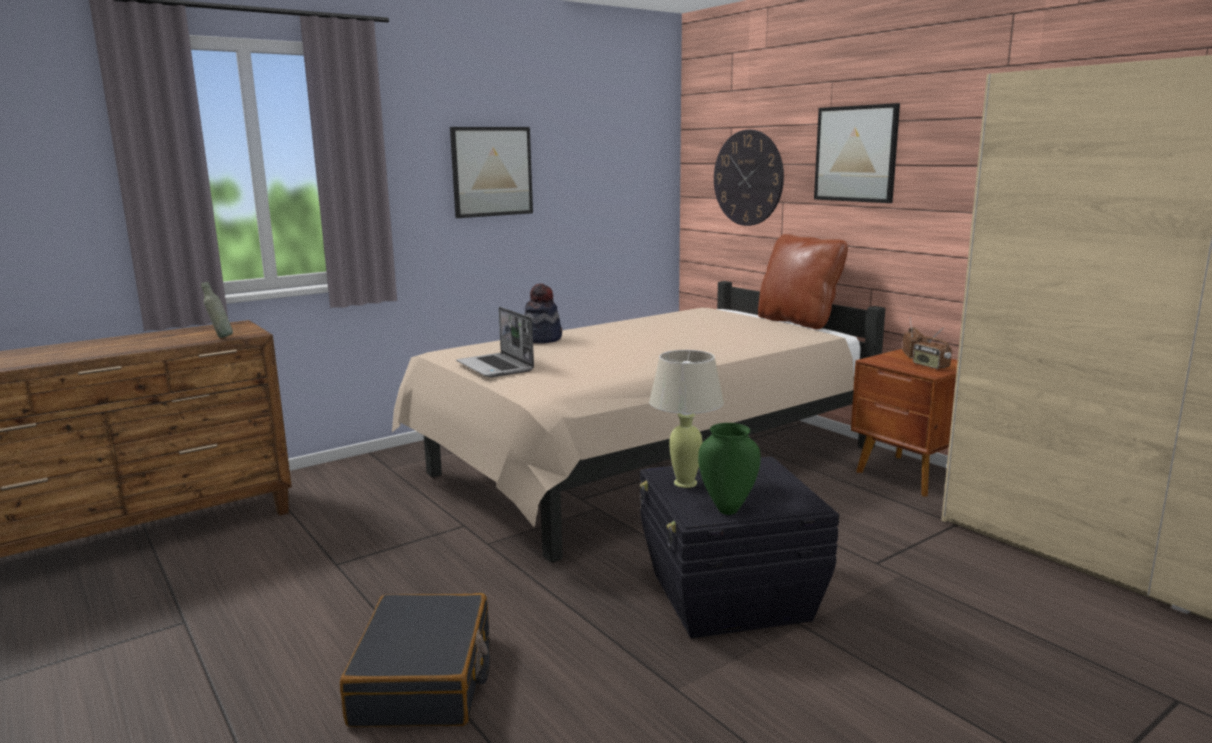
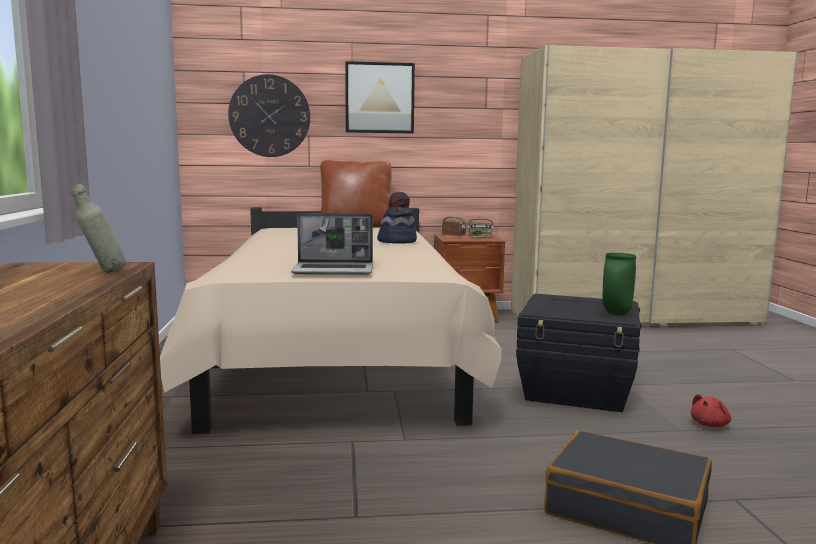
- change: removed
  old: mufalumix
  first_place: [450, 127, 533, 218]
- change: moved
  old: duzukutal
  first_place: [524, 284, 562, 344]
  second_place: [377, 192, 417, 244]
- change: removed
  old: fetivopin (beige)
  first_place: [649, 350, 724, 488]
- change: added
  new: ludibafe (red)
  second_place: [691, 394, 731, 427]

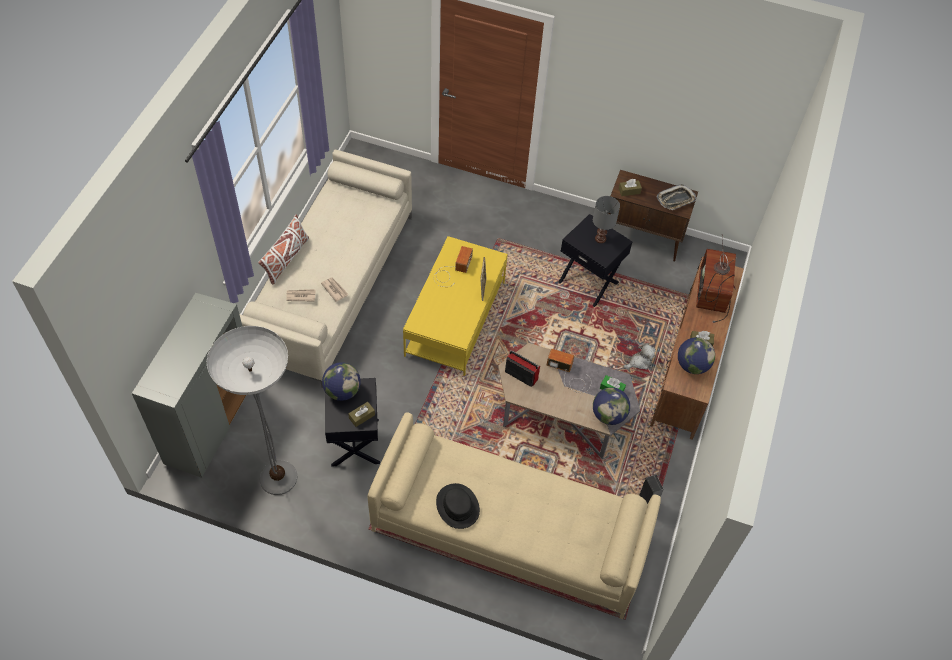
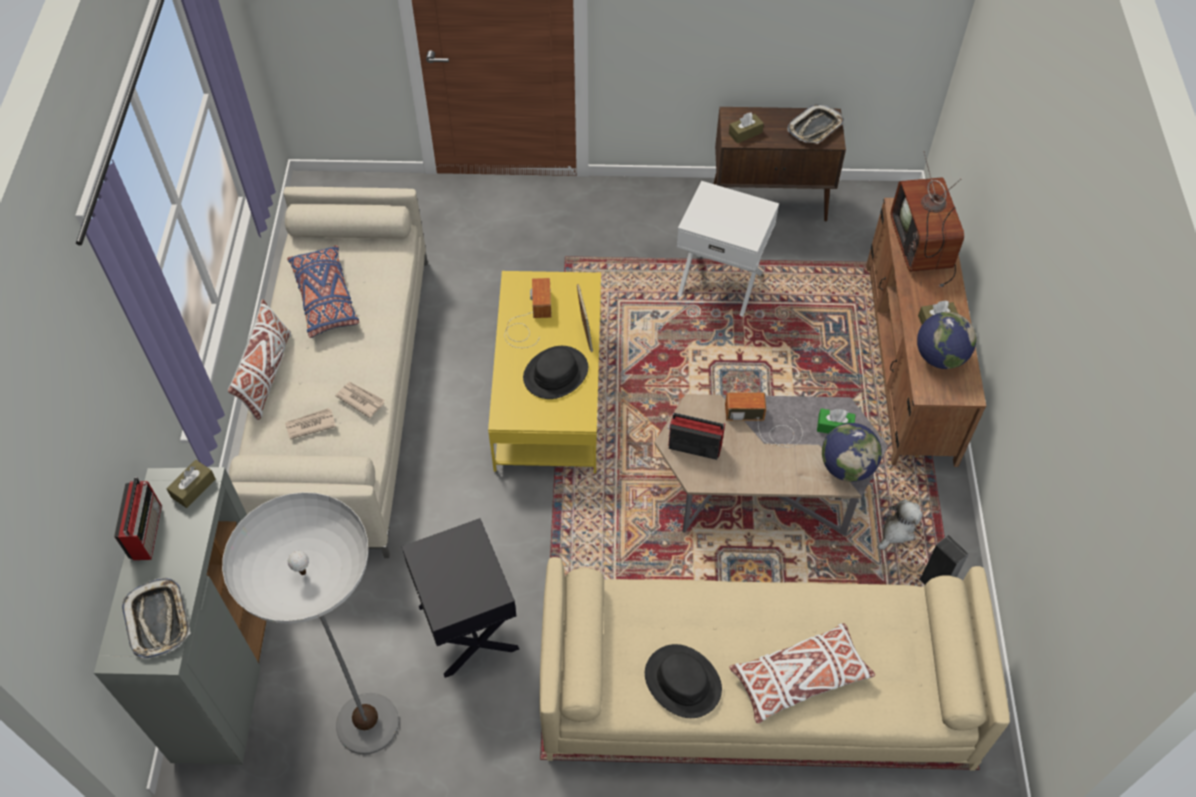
- change: removed
  old: fetivopin (grey)
  first_place: [593, 196, 620, 243]
- change: recoloured
  old: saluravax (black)
  new: saluravax (white)
  first_place: [558, 214, 632, 307]
  second_place: [677, 181, 779, 317]
- change: moved
  old: ludibafe
  first_place: [623, 343, 656, 369]
  second_place: [877, 499, 923, 550]
- change: removed
  old: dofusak
  first_place: [322, 362, 361, 401]
- change: moved
  old: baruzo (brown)
  first_place: [348, 402, 375, 427]
  second_place: [166, 460, 216, 508]
- change: added
  new: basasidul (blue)
  second_place: [287, 245, 359, 338]
- change: added
  new: duzukutal (black)
  second_place: [523, 346, 588, 399]
- change: added
  new: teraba
  second_place: [114, 477, 162, 560]
- change: added
  new: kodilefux
  second_place: [122, 578, 190, 659]
- change: added
  new: basasidul (white)
  second_place: [729, 623, 875, 724]

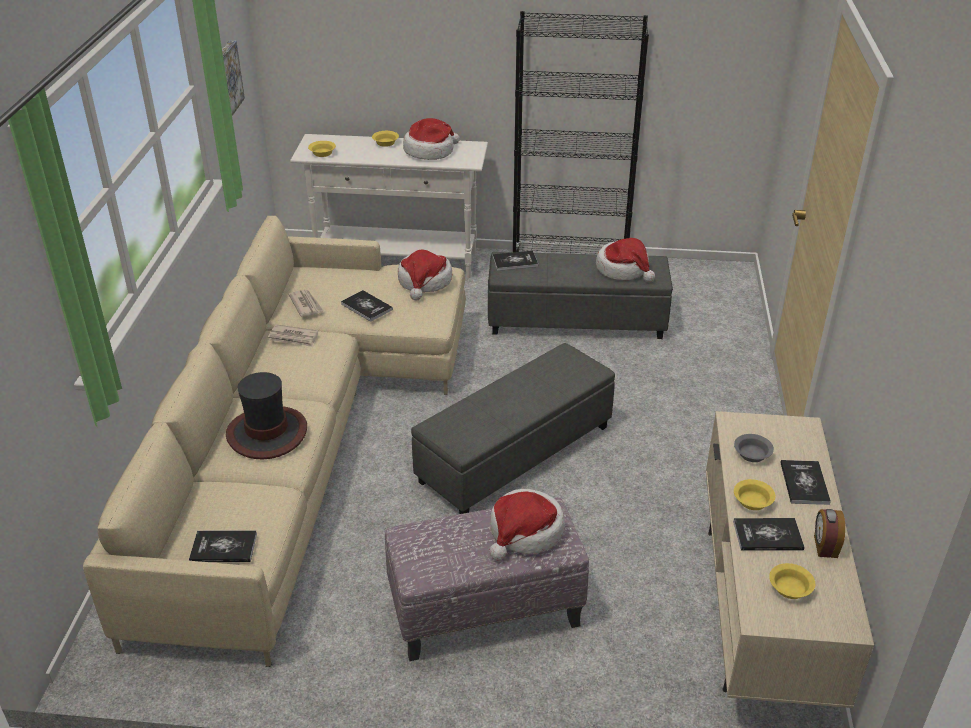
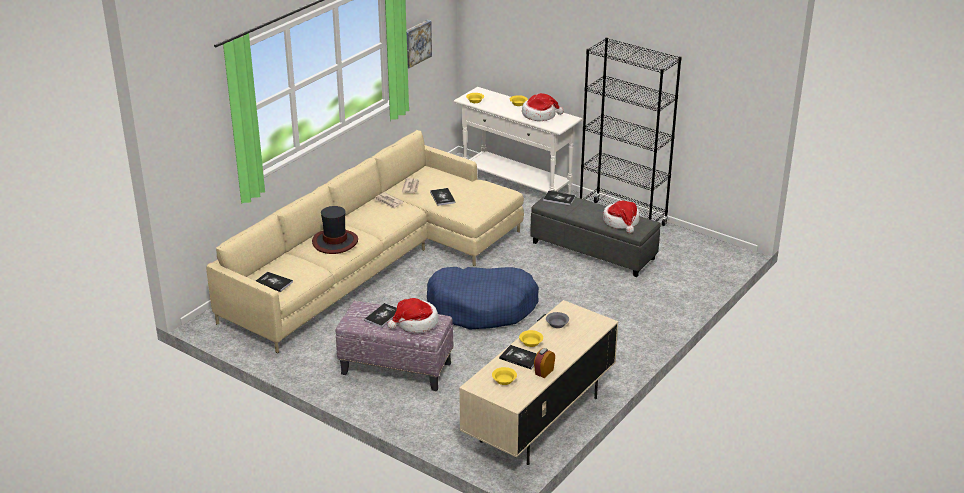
- change: removed
  old: duzukutal
  first_place: [398, 250, 452, 301]
- change: replaced
  old: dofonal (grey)
  new: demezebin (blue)
  first_place: [411, 343, 615, 514]
  second_place: [427, 267, 539, 330]
- change: moved
  old: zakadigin
  first_place: [780, 460, 831, 505]
  second_place: [364, 303, 397, 328]

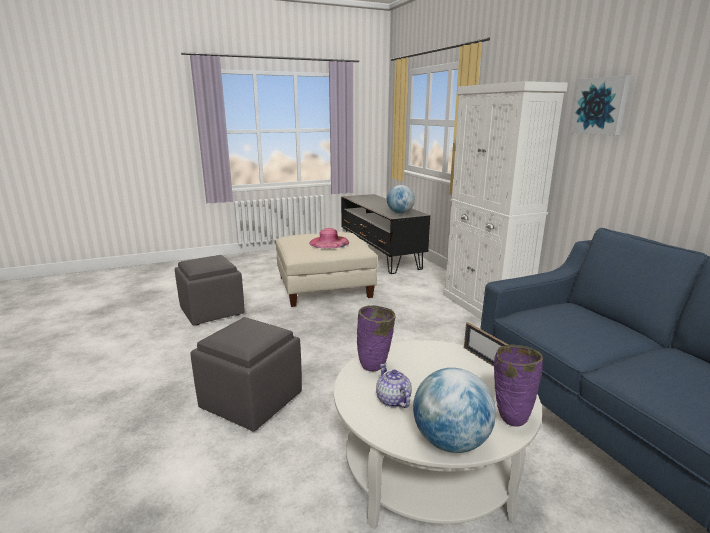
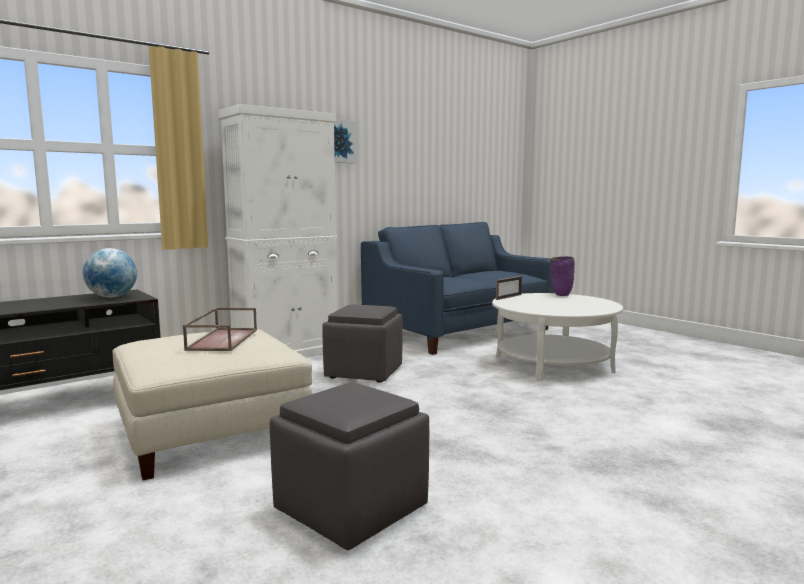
- change: replaced
  old: duzukutal (pink)
  new: kodilefux (brown)
  first_place: [309, 228, 349, 248]
  second_place: [183, 308, 257, 351]
- change: removed
  old: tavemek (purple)
  first_place: [357, 305, 396, 371]
- change: moved
  old: dofonal (grey)
  first_place: [191, 317, 302, 432]
  second_place: [322, 304, 403, 382]
- change: removed
  old: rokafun
  first_place: [376, 364, 412, 408]
- change: removed
  old: dofusak
  first_place: [413, 368, 496, 453]

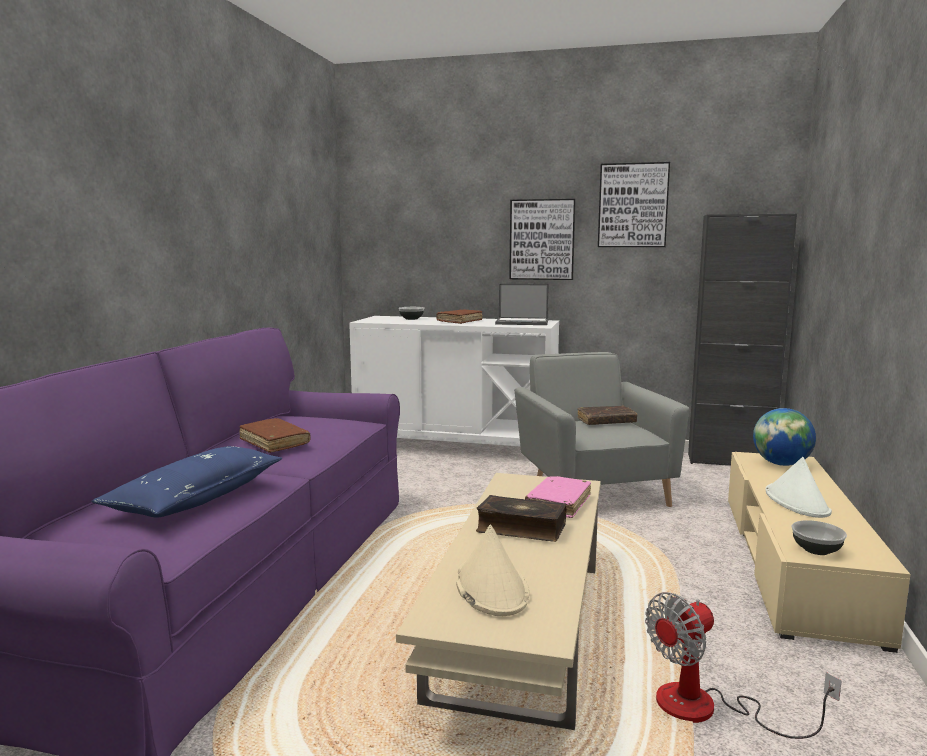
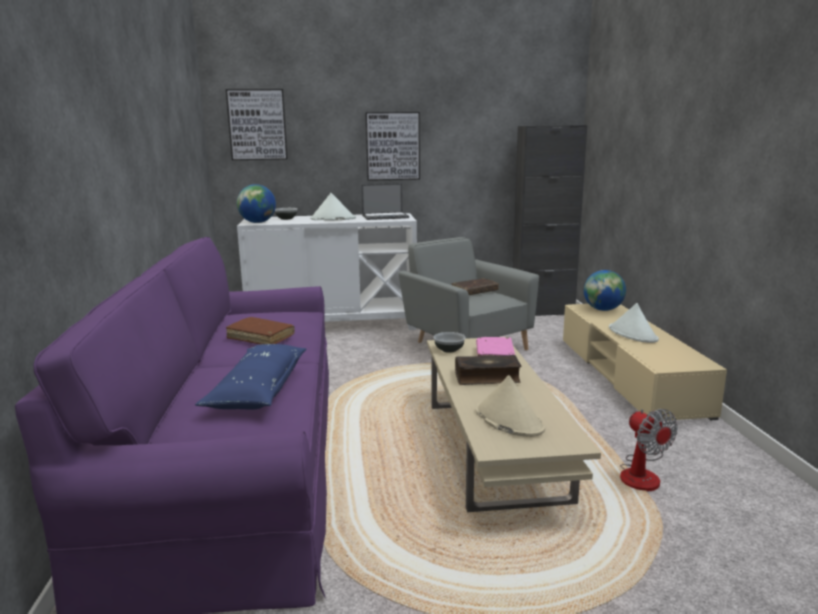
- change: moved
  old: mufalumix
  first_place: [598, 162, 670, 247]
  second_place: [226, 89, 288, 160]
- change: replaced
  old: zakadigin (brown)
  new: duzukutal (white)
  first_place: [436, 310, 482, 324]
  second_place: [310, 193, 356, 220]
- change: moved
  old: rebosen
  first_place: [791, 520, 847, 555]
  second_place: [433, 332, 466, 353]
- change: turned
  old: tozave
  first_place: [645, 592, 842, 739]
  second_place: [620, 409, 678, 492]
  degrees: -60
- change: added
  new: dofusak
  second_place: [237, 184, 276, 223]

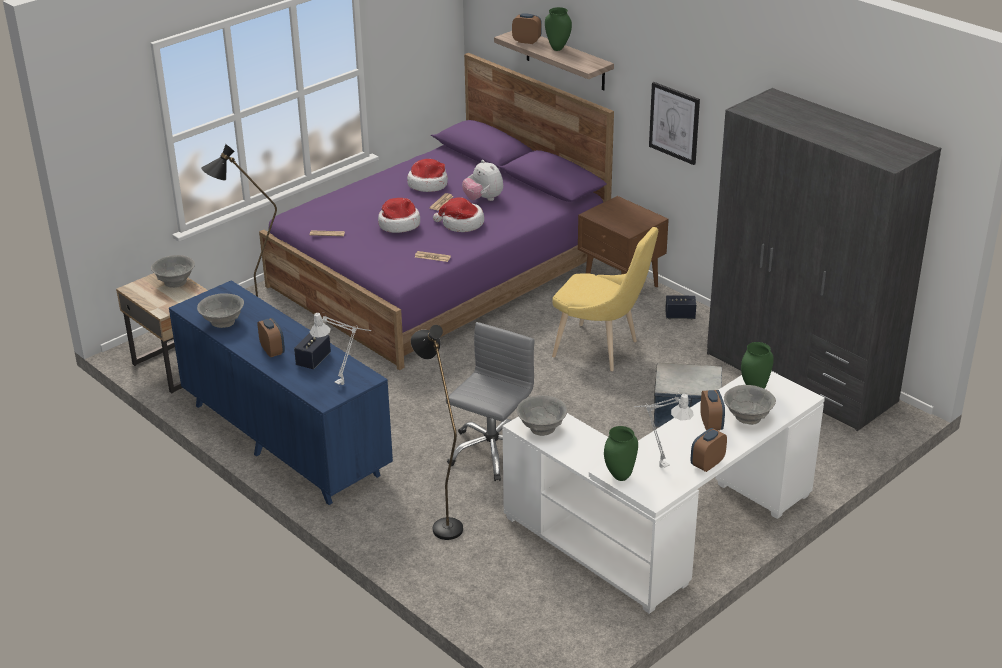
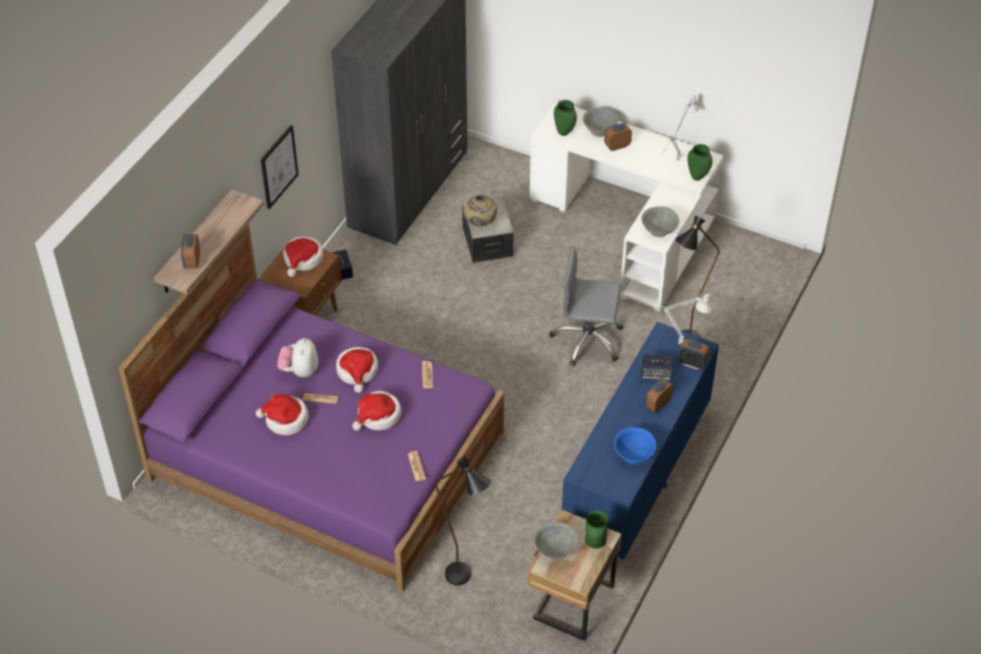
- change: moved
  old: tavemek (green)
  first_place: [545, 7, 572, 51]
  second_place: [585, 511, 608, 549]
- change: turned
  old: ludibafe
  first_place: [462, 160, 503, 201]
  second_place: [277, 338, 318, 377]
  degrees: 150
- change: removed
  old: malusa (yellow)
  first_place: [552, 227, 658, 371]
- change: recoloured
  old: rebosen (grey)
  new: rebosen (blue)
  first_place: [197, 293, 244, 328]
  second_place: [614, 427, 657, 464]
- change: moved
  old: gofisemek
  first_place: [691, 428, 727, 472]
  second_place: [678, 339, 710, 370]
- change: added
  new: tavemek (beige)
  second_place: [463, 195, 497, 227]
- change: added
  new: duzukutal
  second_place: [283, 237, 323, 277]

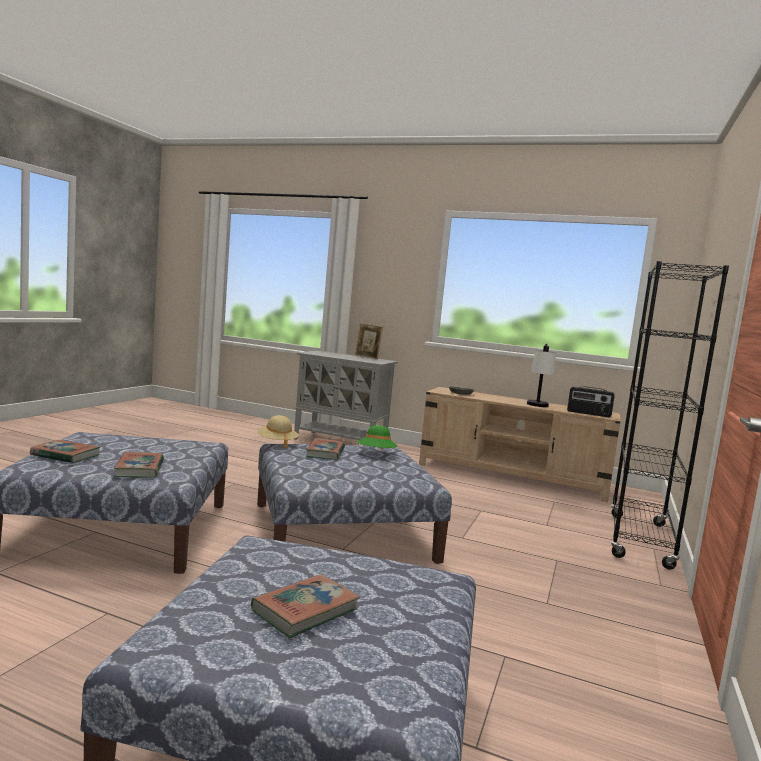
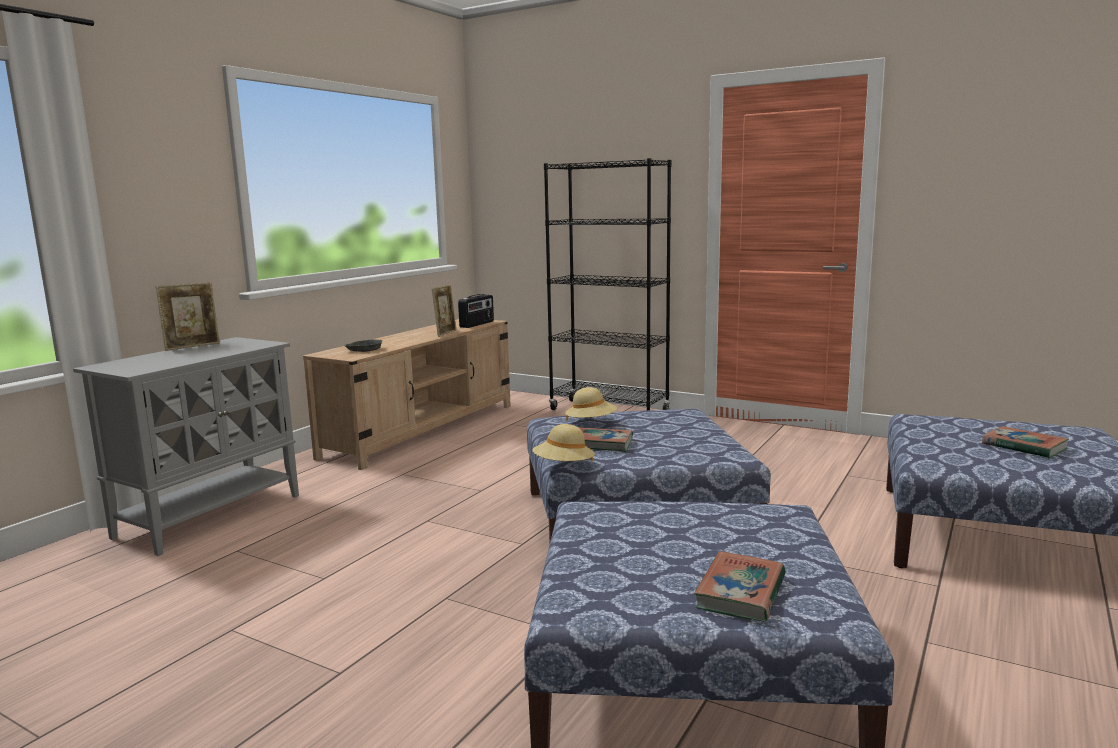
- change: replaced
  old: fetivopin
  new: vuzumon
  first_place: [527, 344, 556, 407]
  second_place: [432, 285, 457, 337]
- change: recoloured
  old: duzukutal (green)
  new: duzukutal (beige)
  first_place: [357, 425, 398, 449]
  second_place: [565, 387, 617, 421]
- change: removed
  old: zakadigin
  first_place: [114, 452, 164, 478]

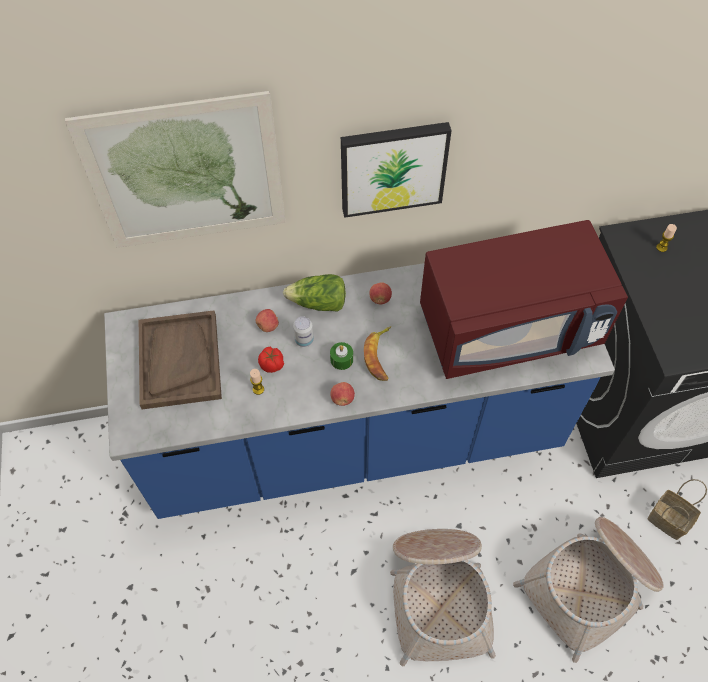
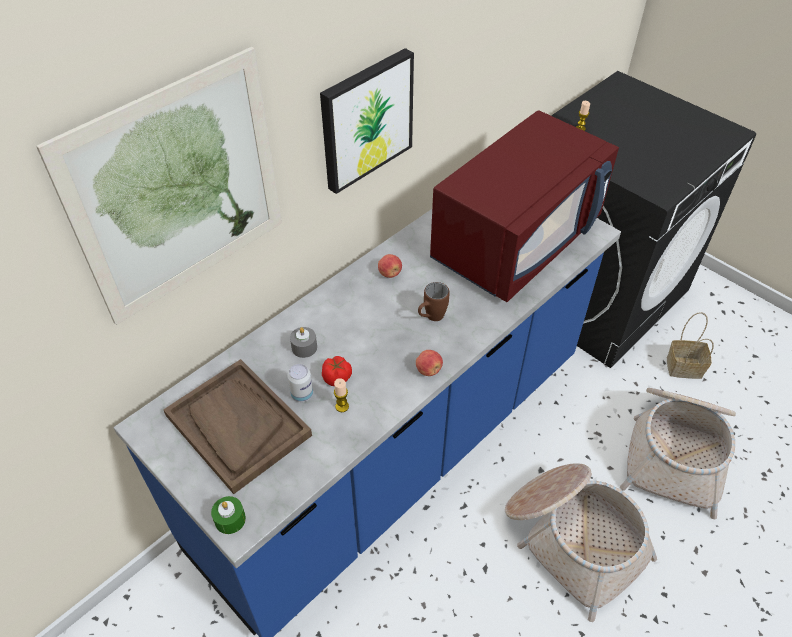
- change: removed
  old: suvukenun
  first_place: [283, 274, 346, 312]
- change: replaced
  old: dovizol
  new: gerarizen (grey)
  first_place: [256, 309, 279, 332]
  second_place: [290, 327, 317, 358]
- change: moved
  old: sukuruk
  first_place: [293, 316, 314, 347]
  second_place: [287, 364, 313, 402]
- change: replaced
  old: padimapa
  new: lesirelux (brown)
  first_place: [364, 326, 391, 381]
  second_place: [418, 282, 450, 321]
- change: moved
  old: gerarizen (green)
  first_place: [330, 342, 353, 370]
  second_place: [211, 496, 246, 534]

